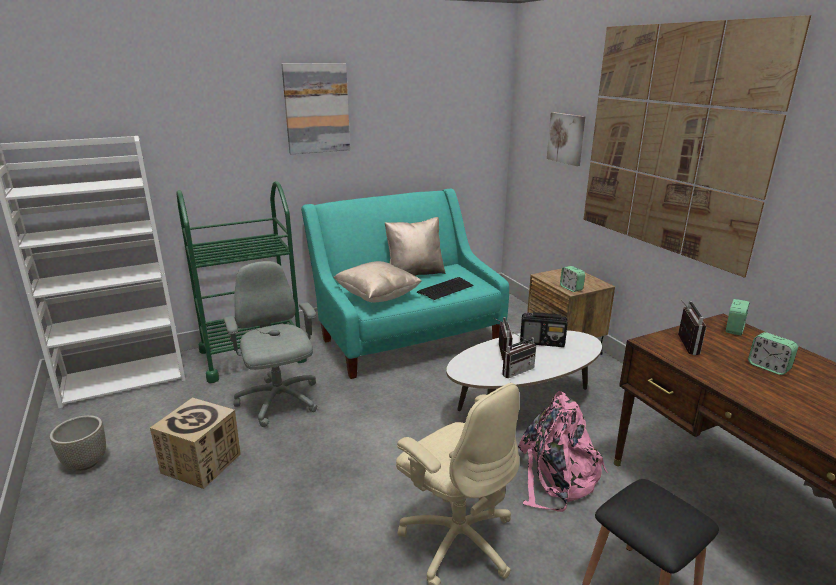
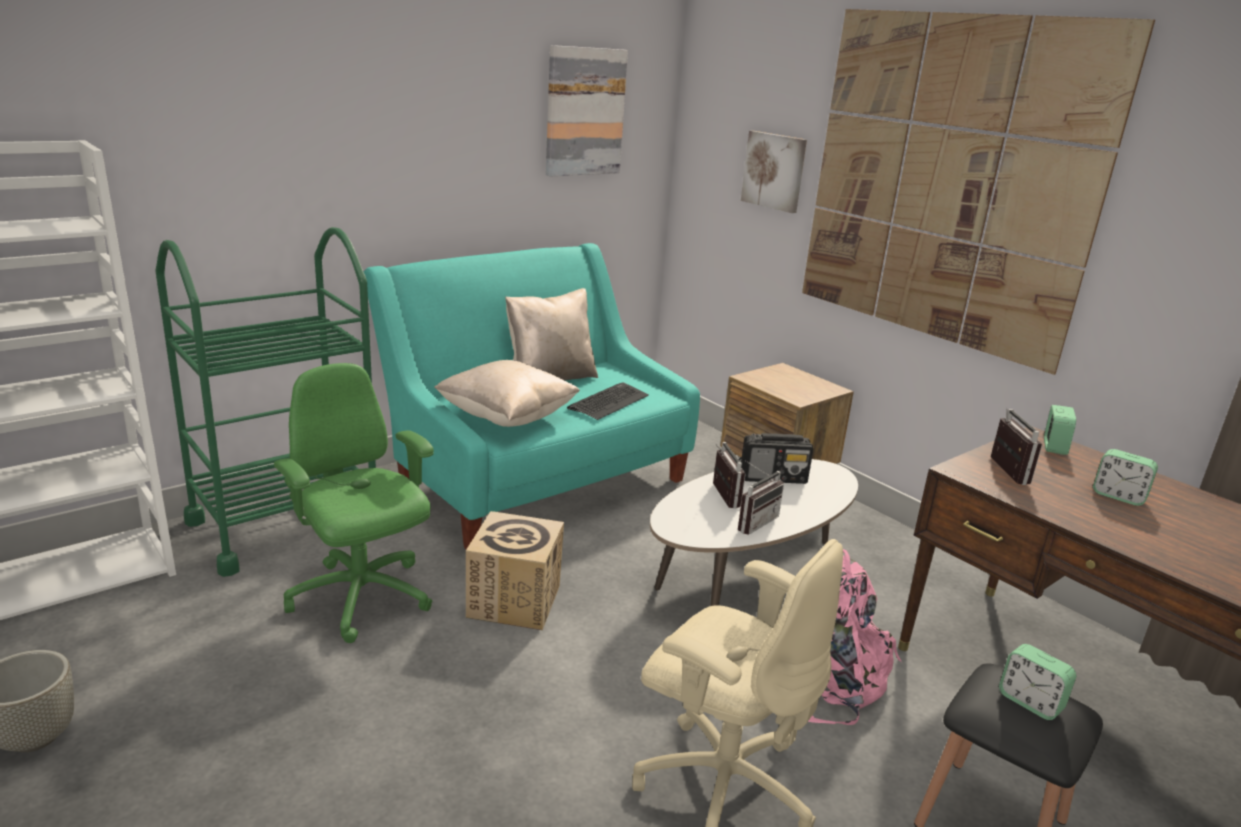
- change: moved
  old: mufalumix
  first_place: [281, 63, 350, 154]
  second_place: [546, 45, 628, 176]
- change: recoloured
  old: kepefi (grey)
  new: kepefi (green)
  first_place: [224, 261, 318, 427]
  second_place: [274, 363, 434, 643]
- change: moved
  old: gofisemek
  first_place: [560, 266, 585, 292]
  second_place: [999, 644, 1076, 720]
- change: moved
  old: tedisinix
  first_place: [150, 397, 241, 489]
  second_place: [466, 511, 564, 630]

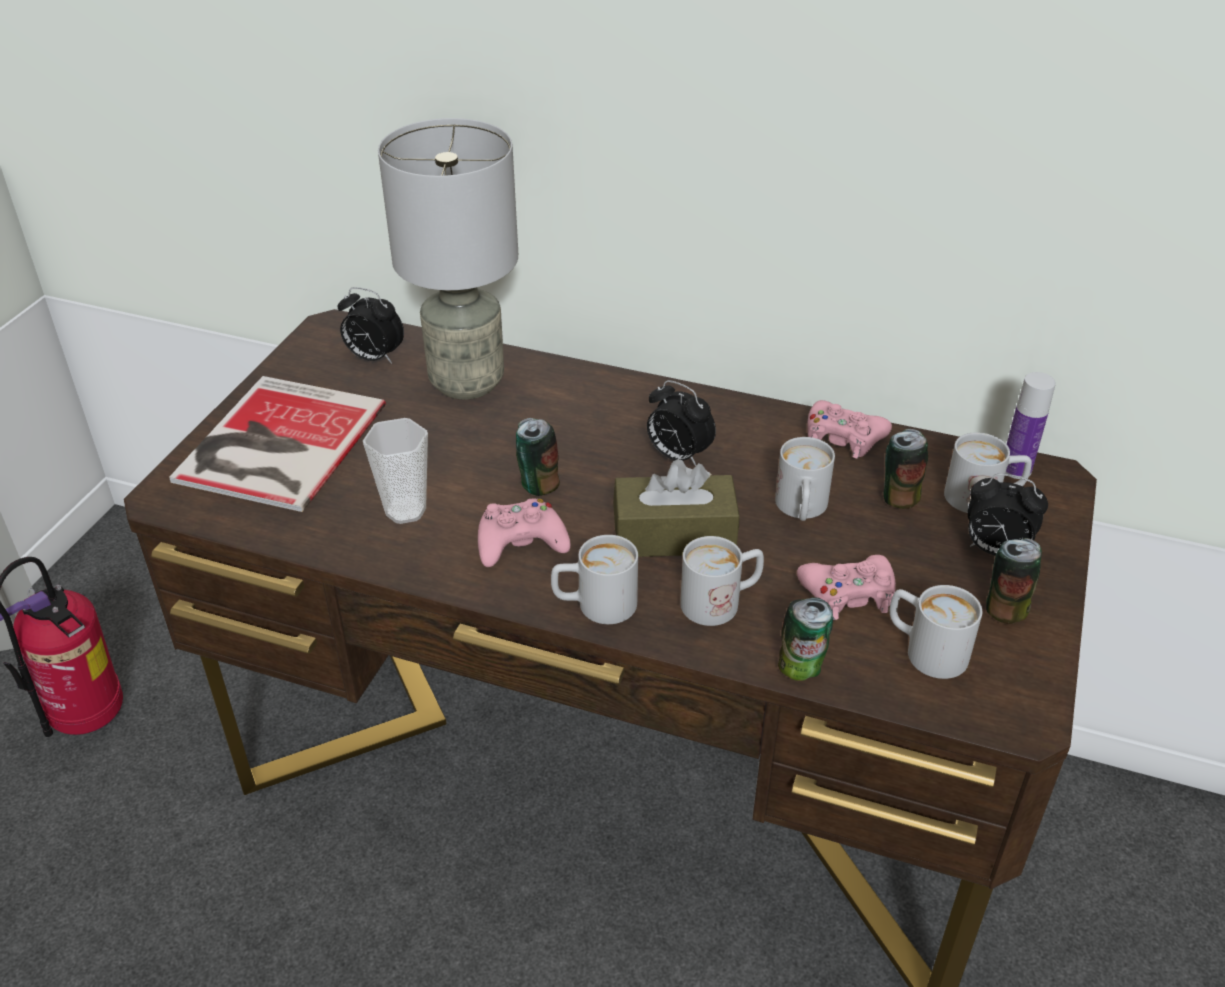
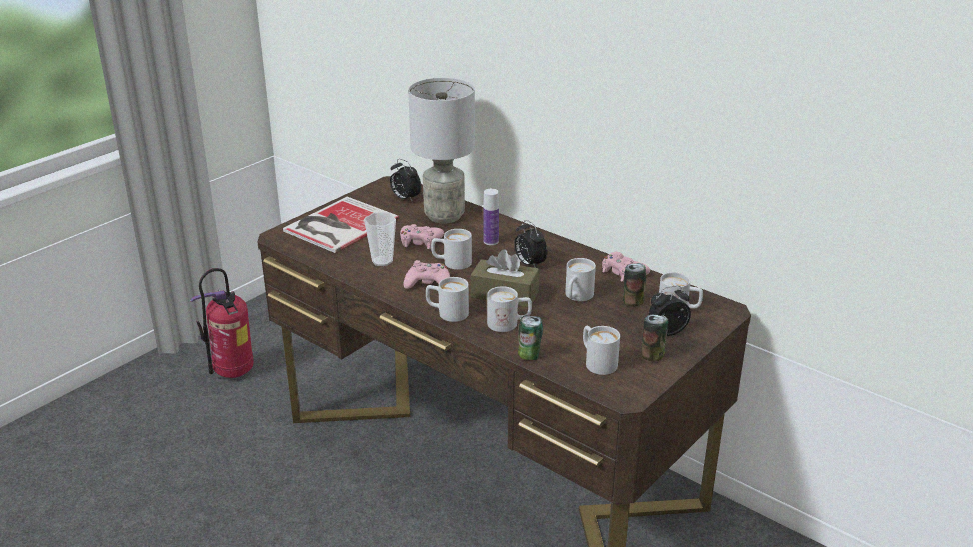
- change: moved
  old: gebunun
  first_place: [1005, 372, 1056, 479]
  second_place: [483, 189, 499, 245]
- change: replaced
  old: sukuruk
  new: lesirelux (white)
  first_place: [516, 418, 560, 496]
  second_place: [431, 229, 472, 270]
- change: turned
  old: gofisemek
  first_place: [968, 474, 1048, 556]
  second_place: [649, 286, 691, 336]
  degrees: 120
- change: moved
  old: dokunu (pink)
  first_place: [797, 555, 896, 620]
  second_place: [400, 224, 444, 249]

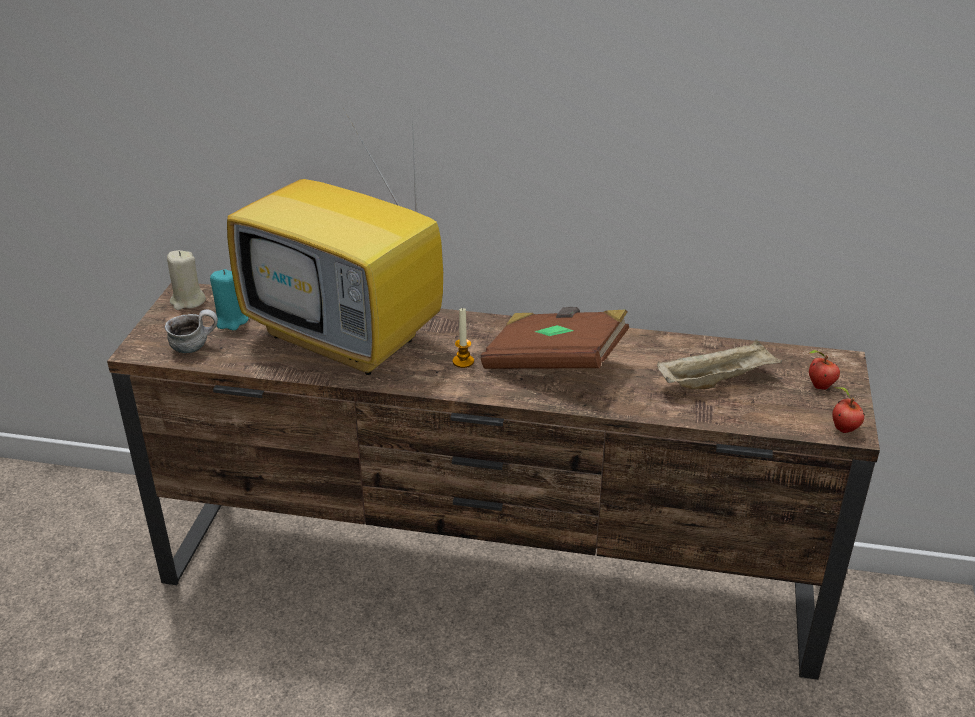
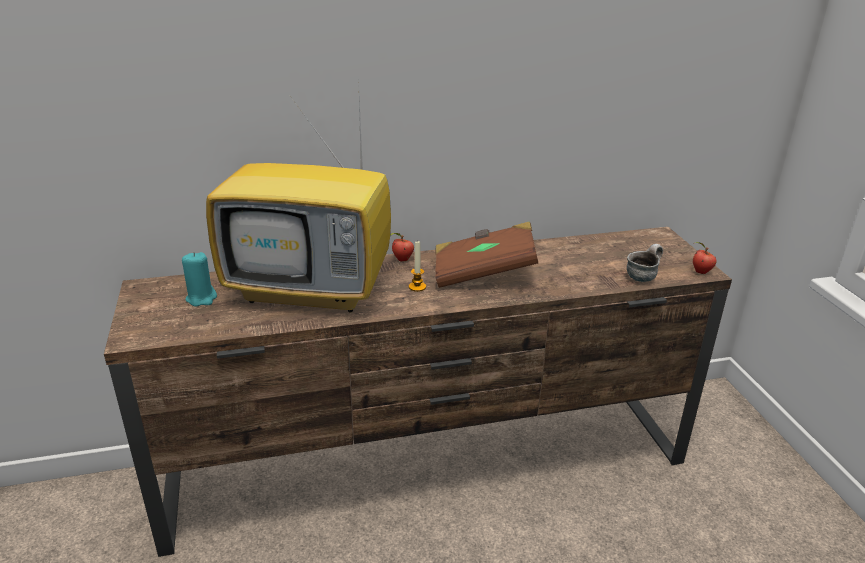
- change: removed
  old: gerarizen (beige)
  first_place: [167, 250, 206, 310]
- change: moved
  old: lesirelux
  first_place: [165, 309, 218, 353]
  second_place: [627, 244, 663, 282]
- change: removed
  old: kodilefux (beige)
  first_place: [657, 340, 782, 389]
- change: moved
  old: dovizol
  first_place: [809, 350, 840, 390]
  second_place: [391, 233, 414, 262]

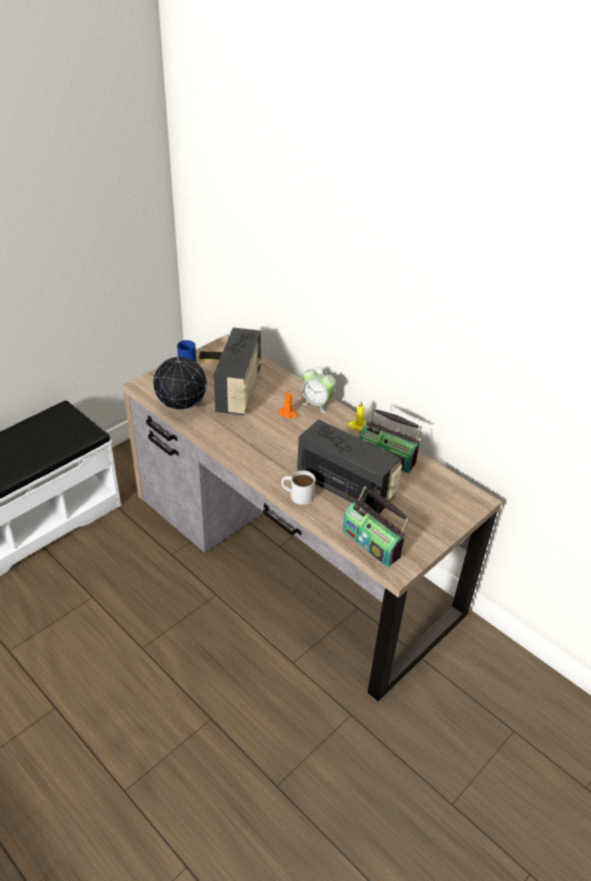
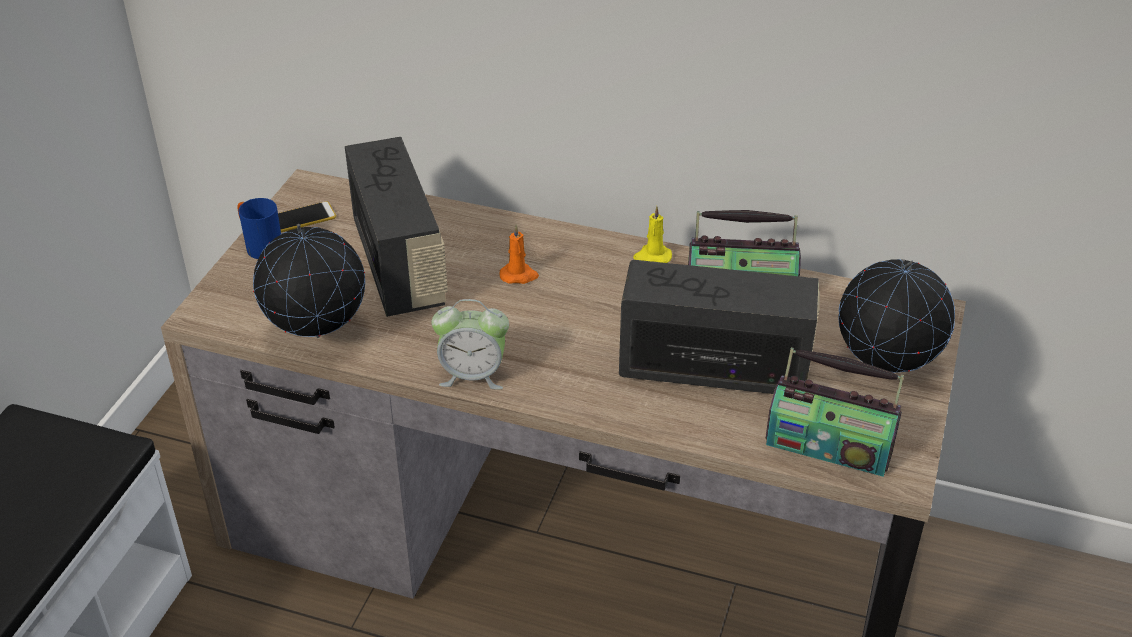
- change: moved
  old: gofisemek
  first_place: [301, 367, 336, 414]
  second_place: [432, 299, 509, 390]
- change: removed
  old: lesirelux (white)
  first_place: [281, 470, 316, 505]
- change: added
  new: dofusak
  second_place: [839, 259, 955, 373]

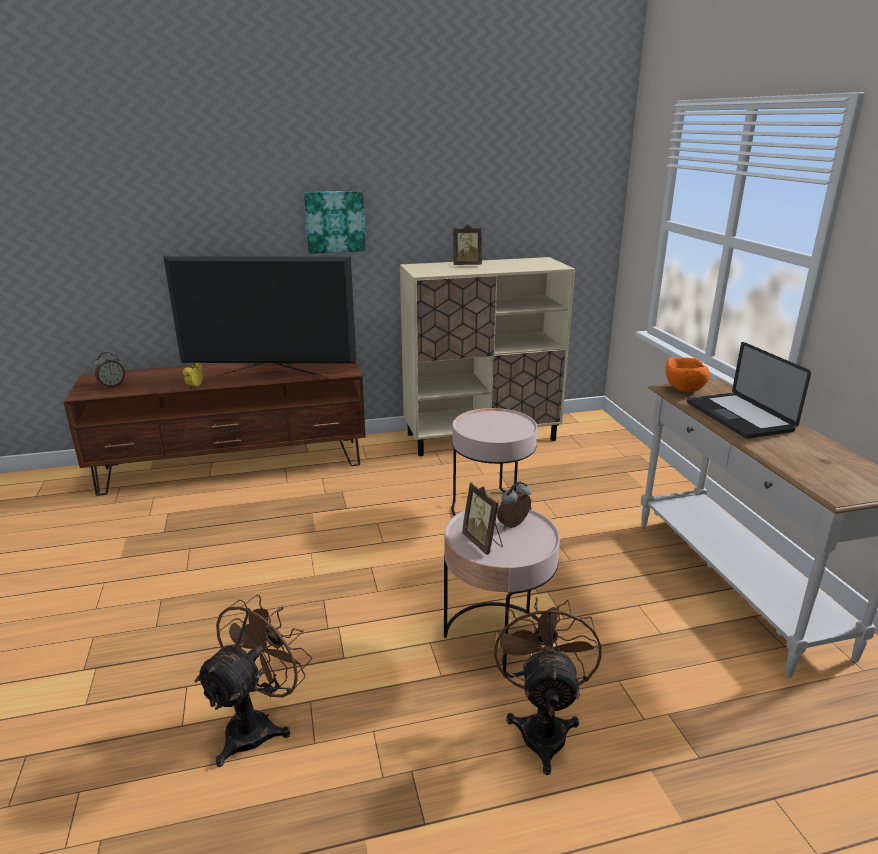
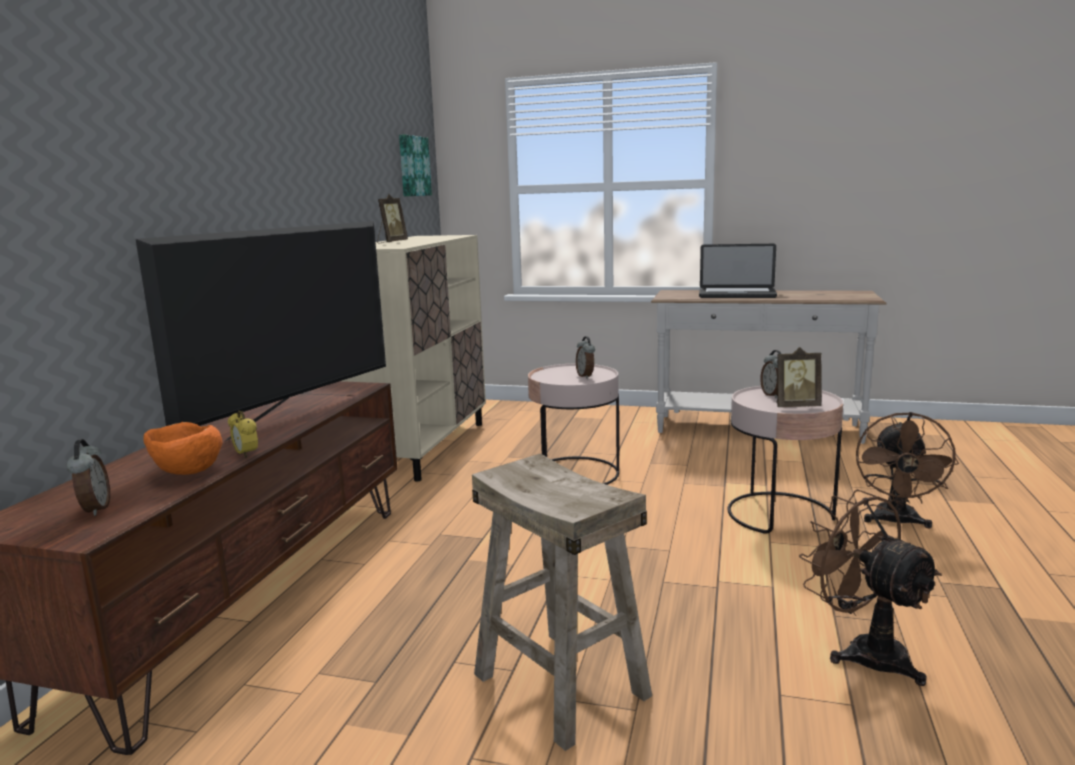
- change: moved
  old: mufalumix
  first_place: [304, 191, 366, 254]
  second_place: [399, 134, 432, 196]
- change: moved
  old: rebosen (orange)
  first_place: [666, 357, 710, 392]
  second_place: [143, 422, 222, 475]
- change: turned
  old: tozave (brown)
  first_place: [494, 597, 602, 775]
  second_place: [856, 412, 959, 529]
  degrees: -105
- change: added
  new: gofisemek
  second_place: [576, 336, 595, 379]
- change: added
  new: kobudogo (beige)
  second_place: [472, 453, 652, 751]

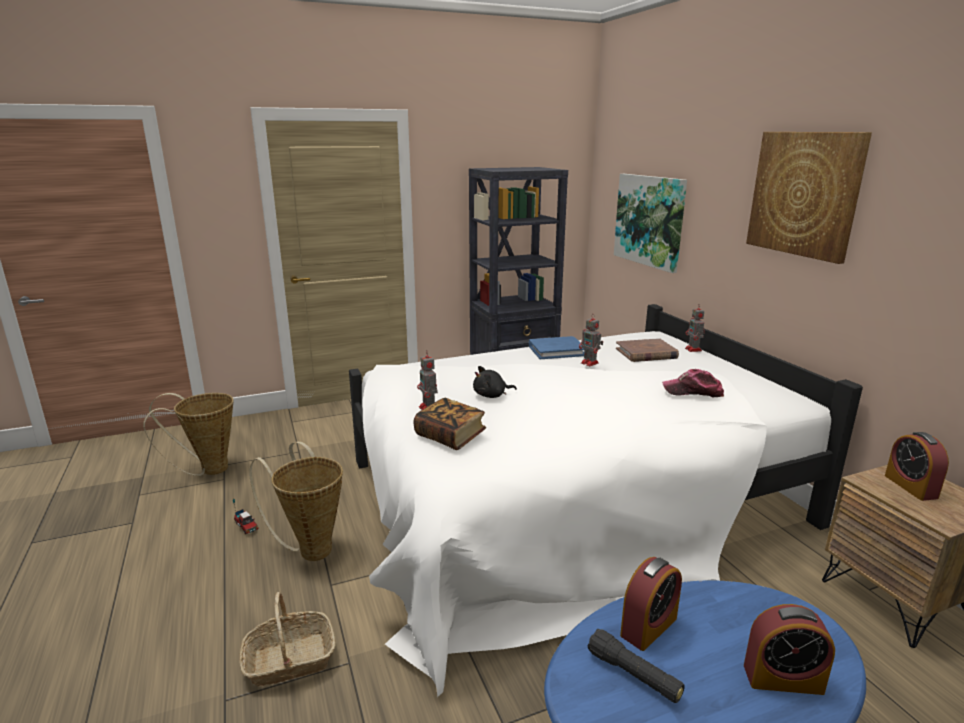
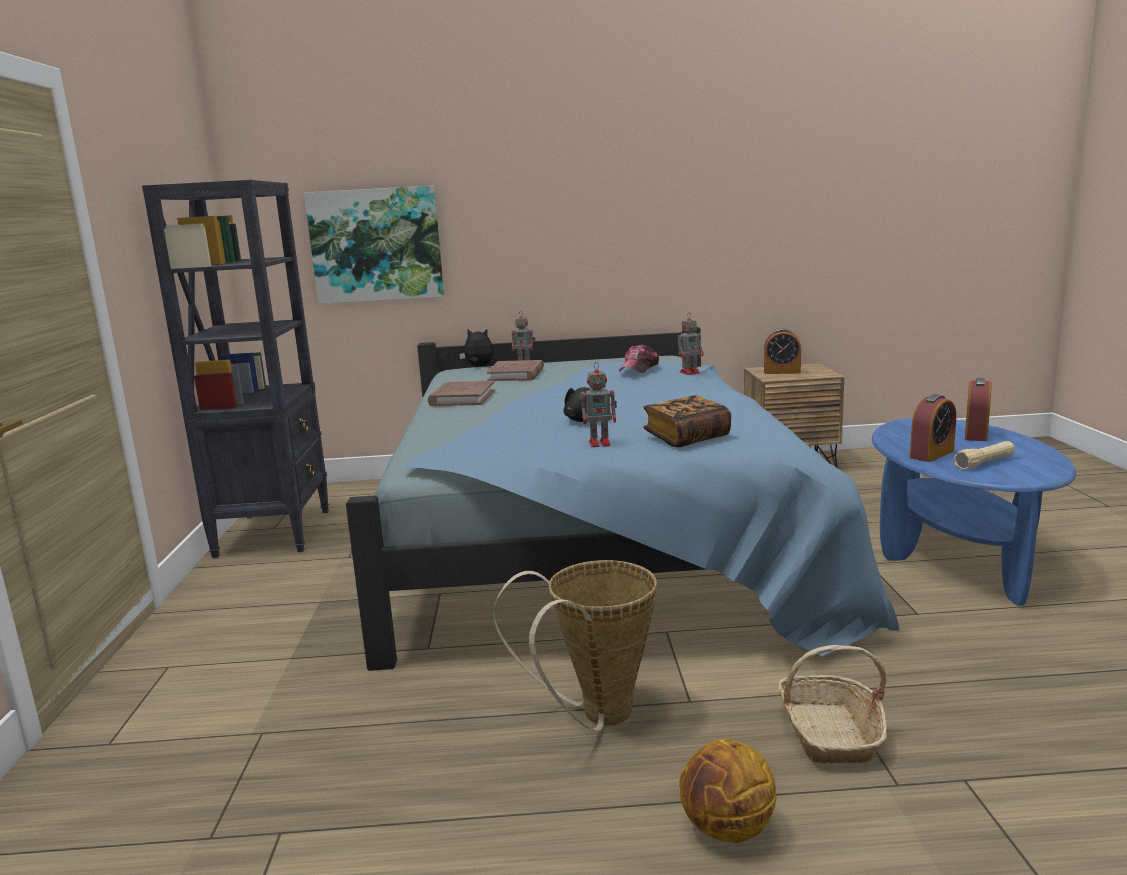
- change: removed
  old: mufalumix
  first_place: [746, 132, 872, 264]
- change: recoloured
  old: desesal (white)
  new: desesal (blue)
  first_place: [349, 304, 863, 697]
  second_place: [346, 326, 899, 671]
- change: moved
  old: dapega
  first_place: [579, 317, 603, 366]
  second_place: [678, 314, 704, 375]
- change: recoloured
  old: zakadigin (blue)
  new: zakadigin (brown)
  first_place: [529, 336, 584, 359]
  second_place: [427, 381, 495, 406]
- change: removed
  old: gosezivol
  first_place: [143, 393, 233, 476]
- change: removed
  old: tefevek
  first_place: [233, 498, 259, 534]
- change: turned
  old: gofisemek
  first_place: [620, 557, 682, 651]
  second_place: [910, 394, 956, 462]
  degrees: 75
- change: recoloured
  old: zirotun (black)
  new: zirotun (beige)
  first_place: [588, 629, 685, 703]
  second_place: [954, 441, 1015, 470]
- change: added
  new: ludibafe
  second_place: [459, 329, 494, 367]
- change: added
  new: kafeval
  second_place: [679, 739, 776, 843]

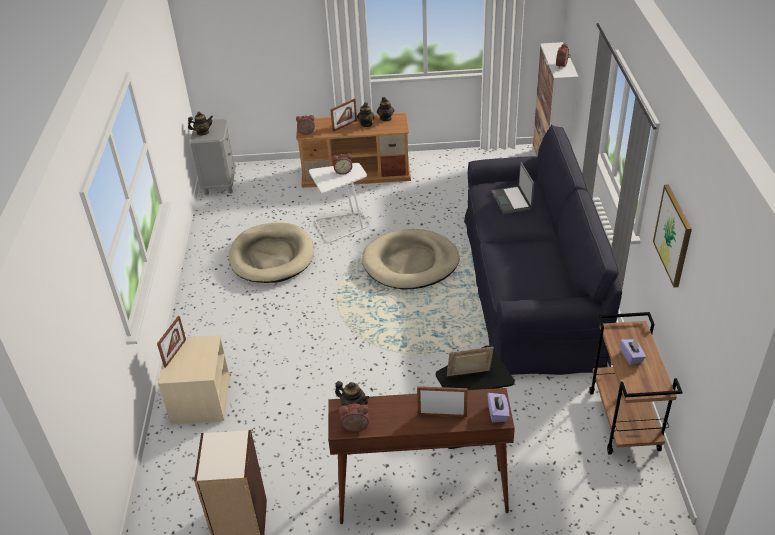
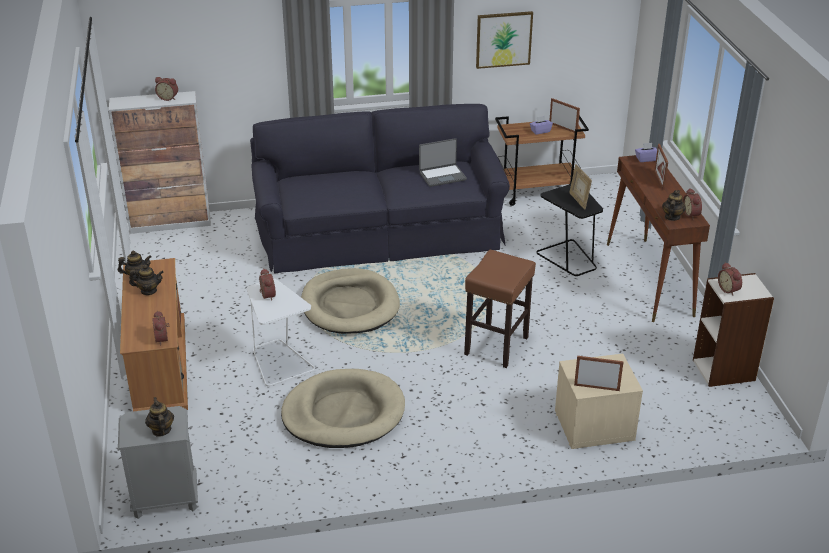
- change: moved
  old: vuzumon
  first_place: [330, 98, 357, 132]
  second_place: [549, 98, 580, 133]
- change: moved
  old: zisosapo
  first_place: [492, 162, 534, 214]
  second_place: [419, 138, 467, 187]
- change: added
  new: kobudogo (brown)
  second_place: [464, 250, 536, 368]
- change: added
  new: gofisemek
  second_place: [718, 262, 742, 296]

